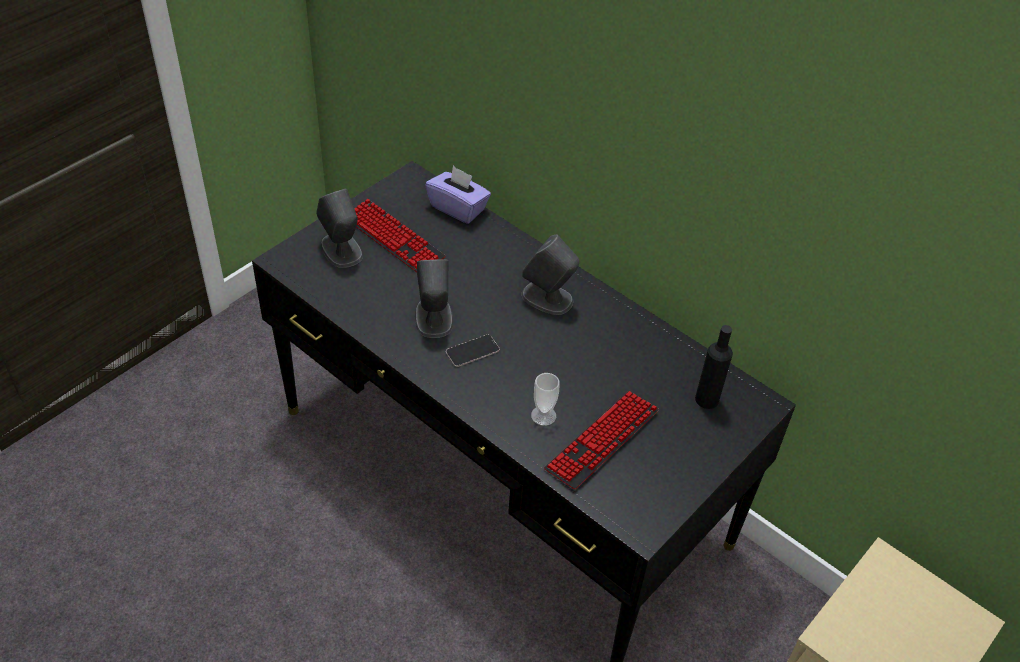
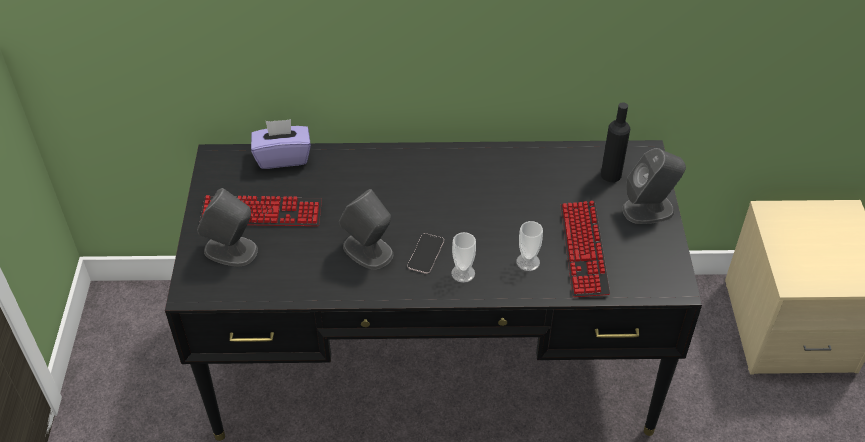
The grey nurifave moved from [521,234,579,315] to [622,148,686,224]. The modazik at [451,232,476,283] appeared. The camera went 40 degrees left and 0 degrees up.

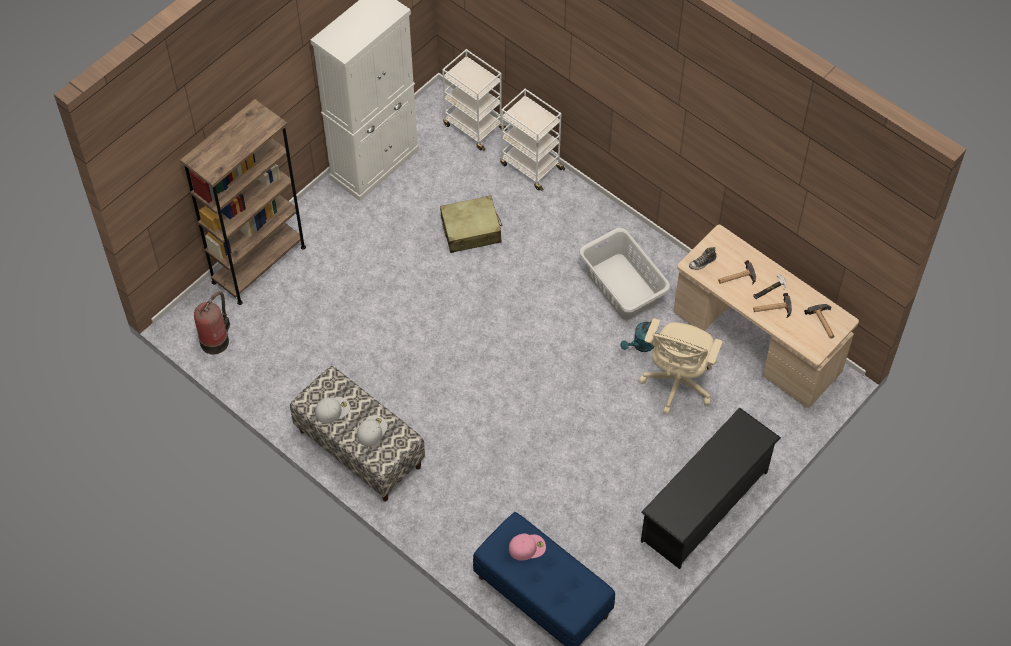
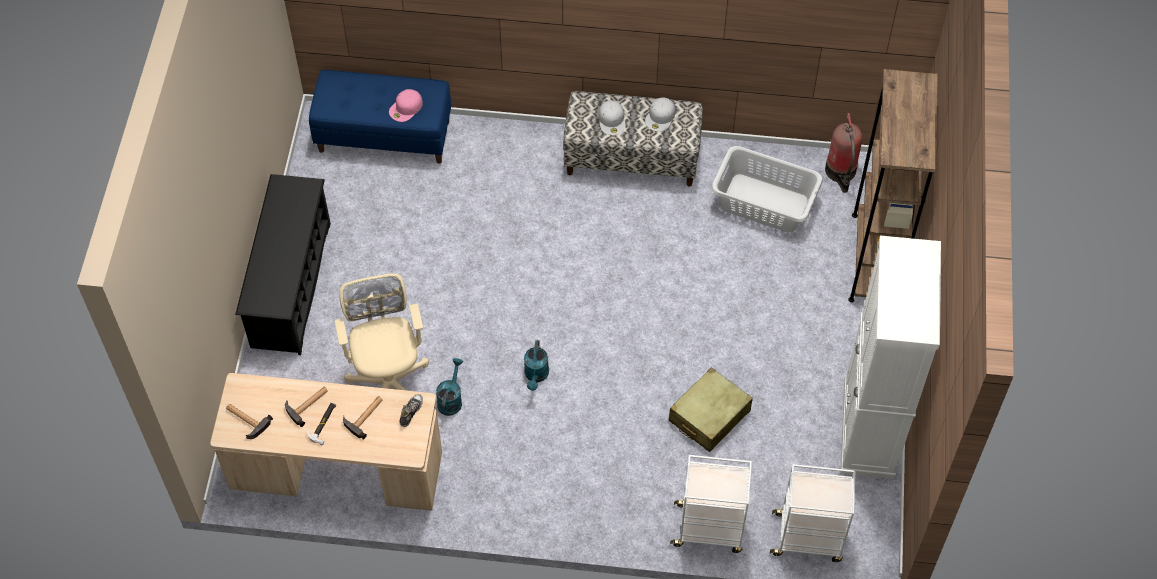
The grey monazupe moved from [579,228,671,319] to [711,146,823,233]. The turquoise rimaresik at [524,340,549,391] appeared. The camera went 145 degrees right and 0 degrees up.

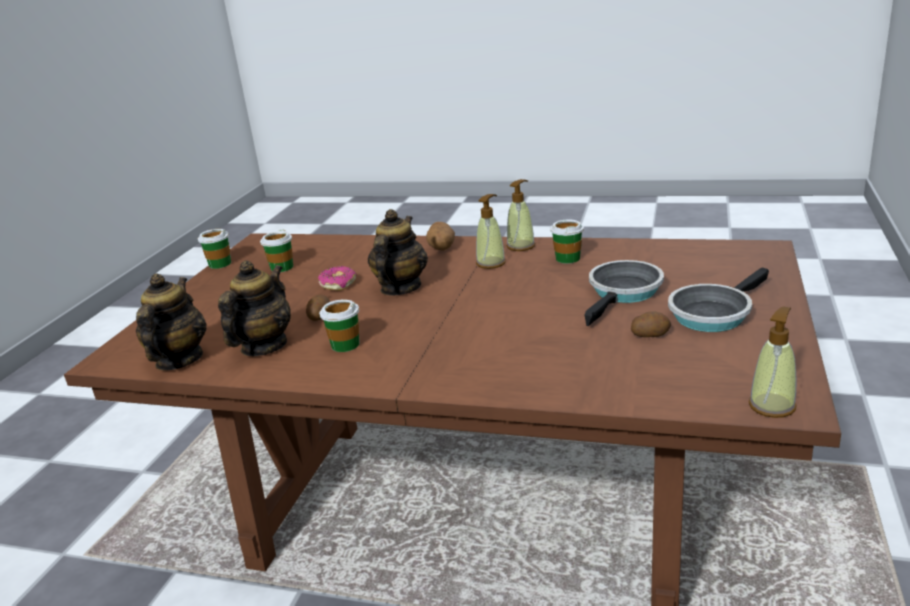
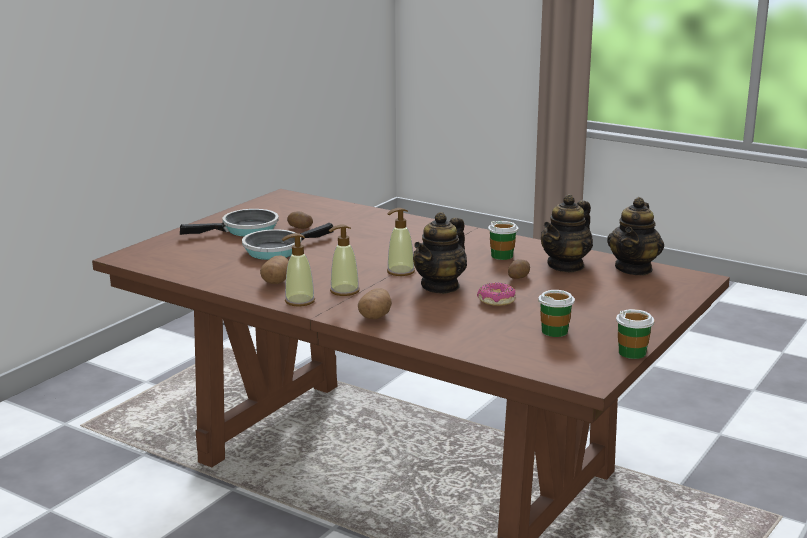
The modazik at [550,219,584,263] was replaced by the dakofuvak at [260,256,288,284]. The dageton moved from [749,307,797,418] to [387,208,415,276]. The camera went 165 degrees left and 5 degrees down.

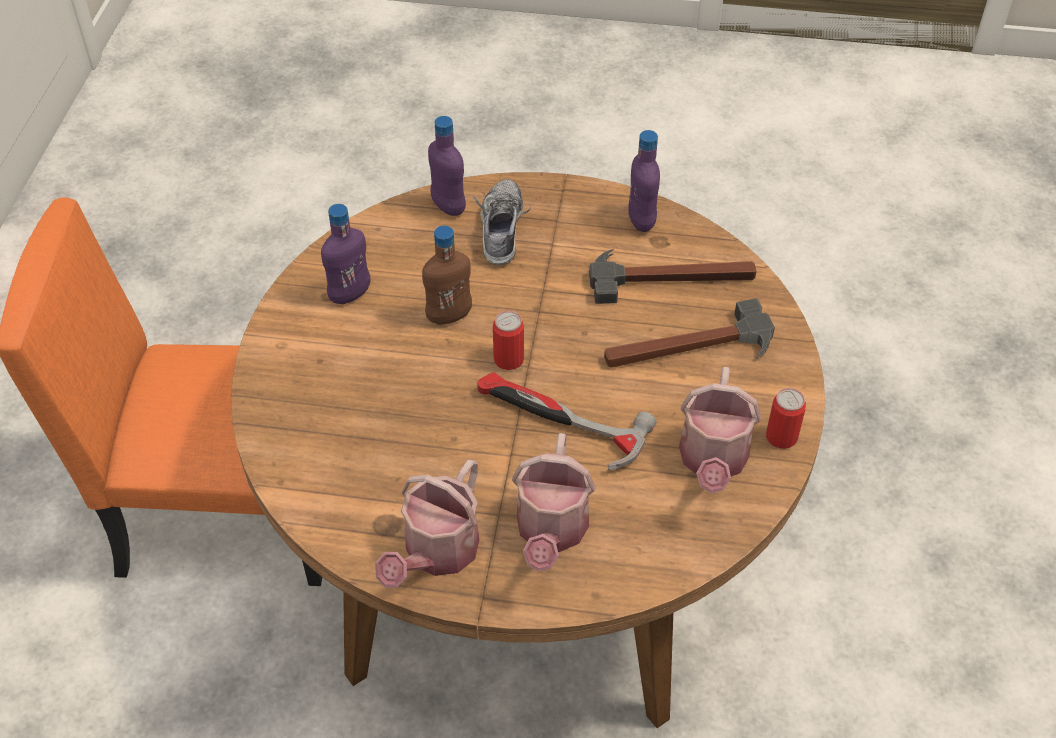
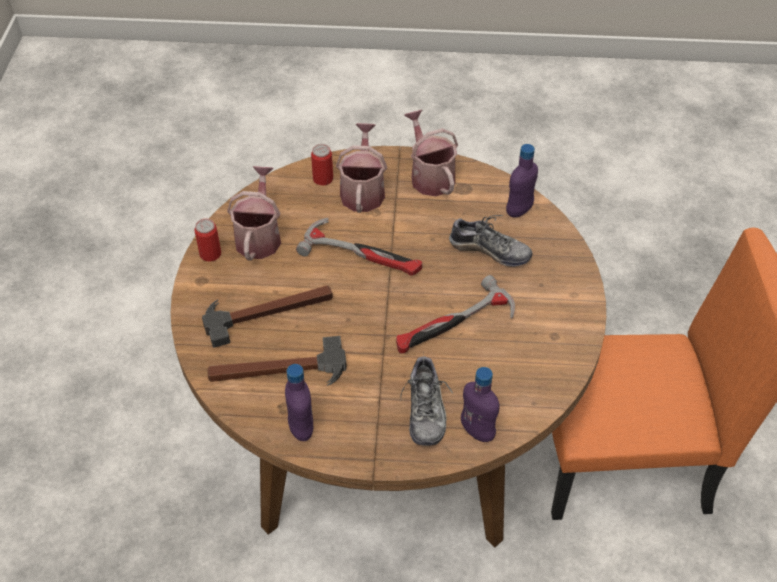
The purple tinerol moved from [321,204,370,304] to [506,144,538,218]. The rimaresik at [375,459,480,588] turned 45 degrees counterclockwise. The brown tinerol at [422,226,472,325] was replaced by the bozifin at [396,275,515,353]. The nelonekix moved from [493,311,524,370] to [311,144,333,186]. The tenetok at [449,215,532,267] appeared. The camera went 175 degrees right and 0 degrees up.

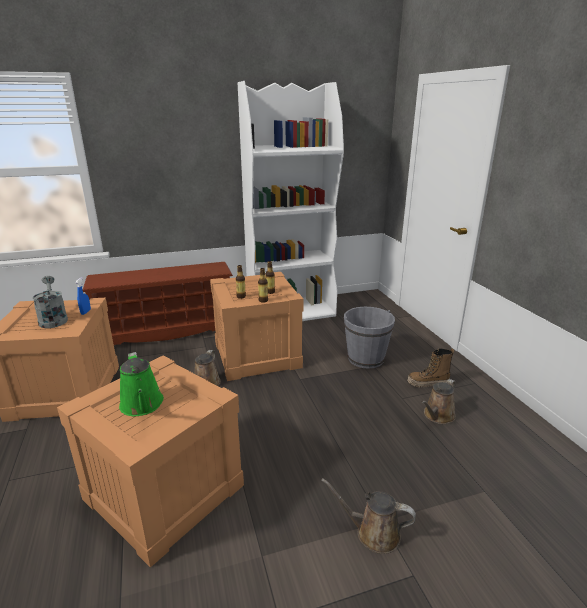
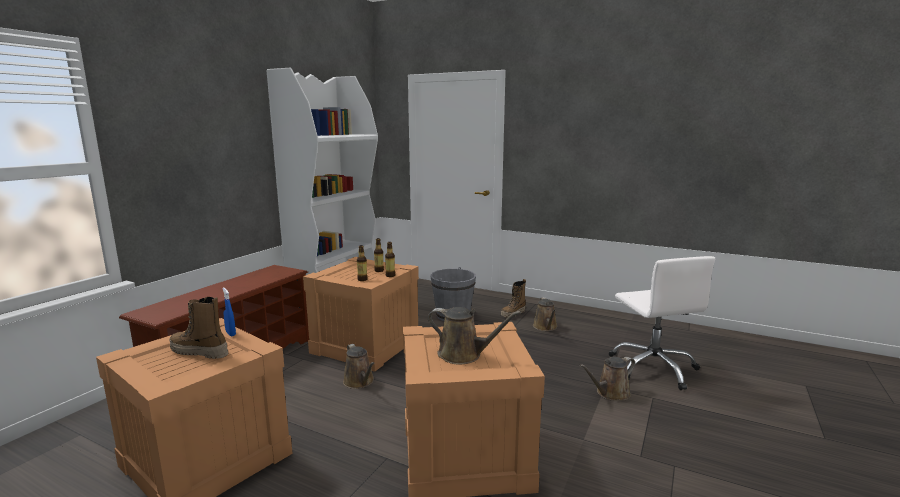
The grey rimaresik at [32,276,68,328] was replaced by the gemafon at [169,297,228,359]. The green rimaresik at [119,352,164,416] became the brown rimaresik at [428,307,521,365]. The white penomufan at [609,256,715,390] appeared. The camera went 45 degrees left and 10 degrees down.

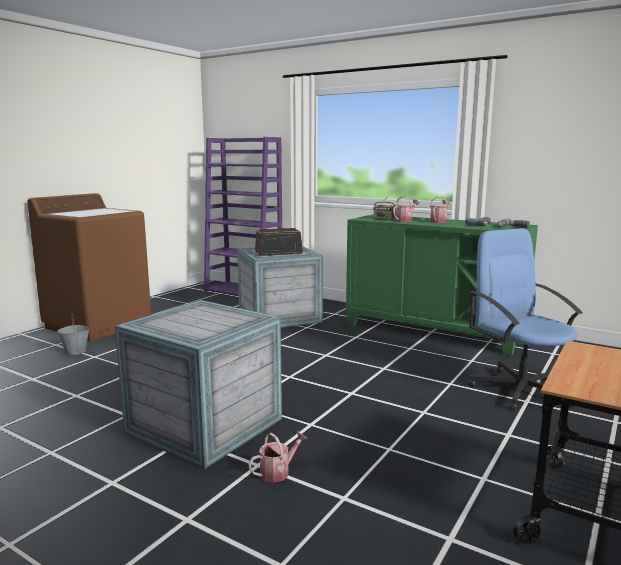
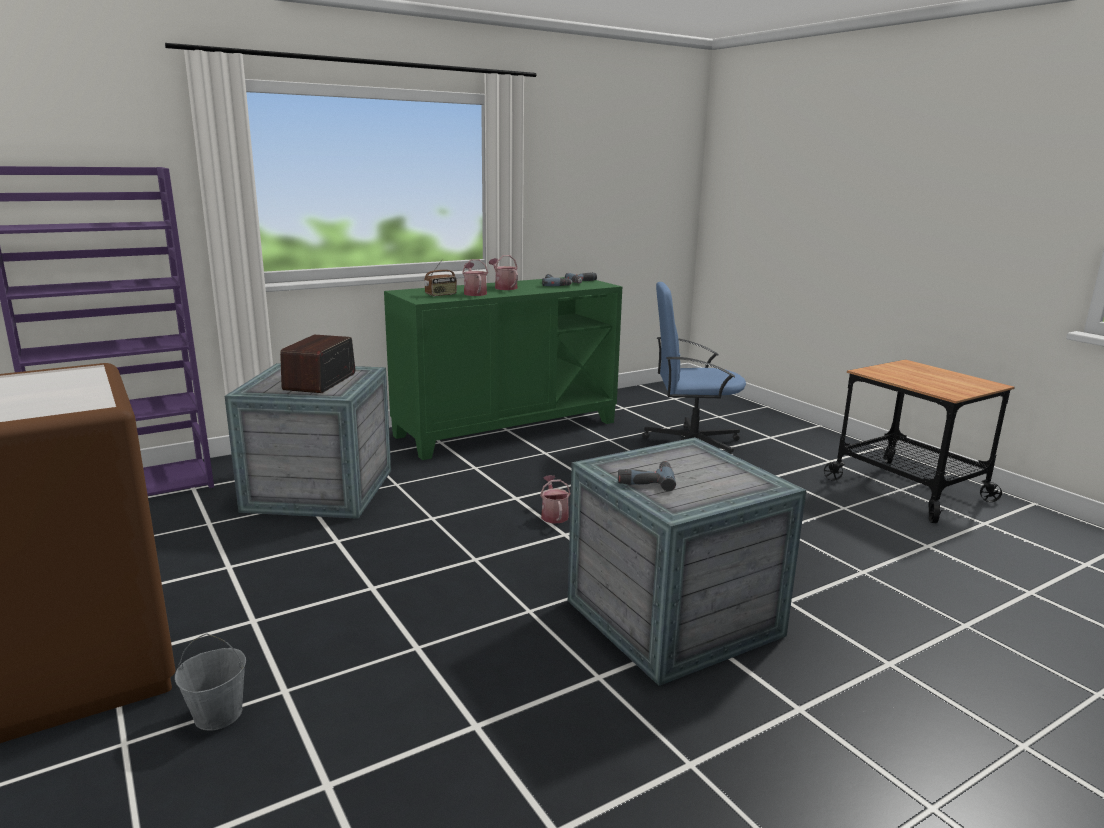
The rimaresik moved from [248,431,308,483] to [540,475,571,524]. The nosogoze at [618,461,676,491] appeared. The camera went 65 degrees left and 5 degrees up.

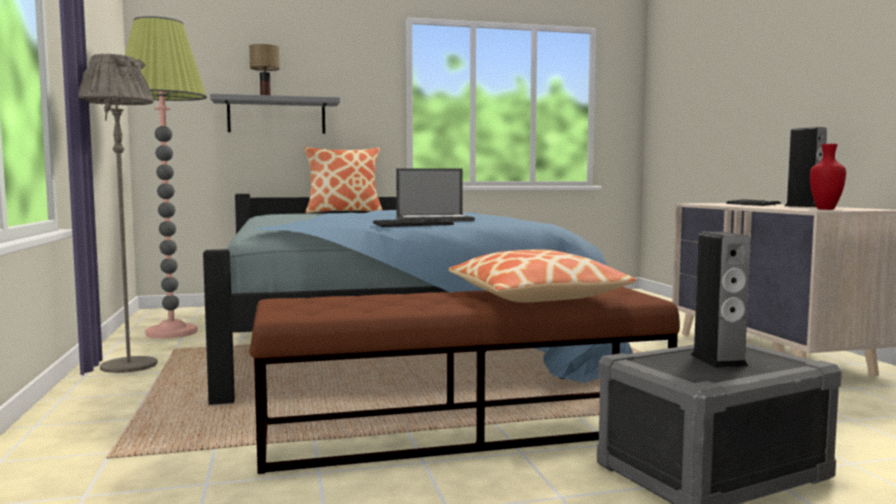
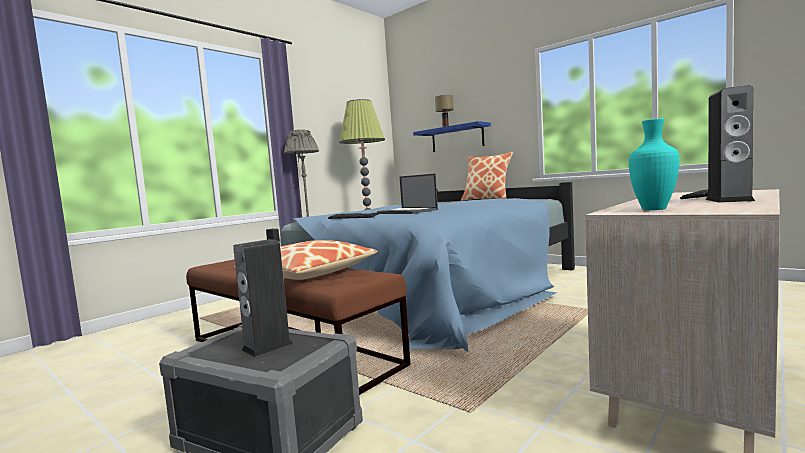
The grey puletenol at [210,94,340,134] became the blue puletenol at [413,121,491,152]. The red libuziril at [810,144,846,210] became the turquoise libuziril at [629,118,680,210]. The camera went 55 degrees right and 0 degrees up.

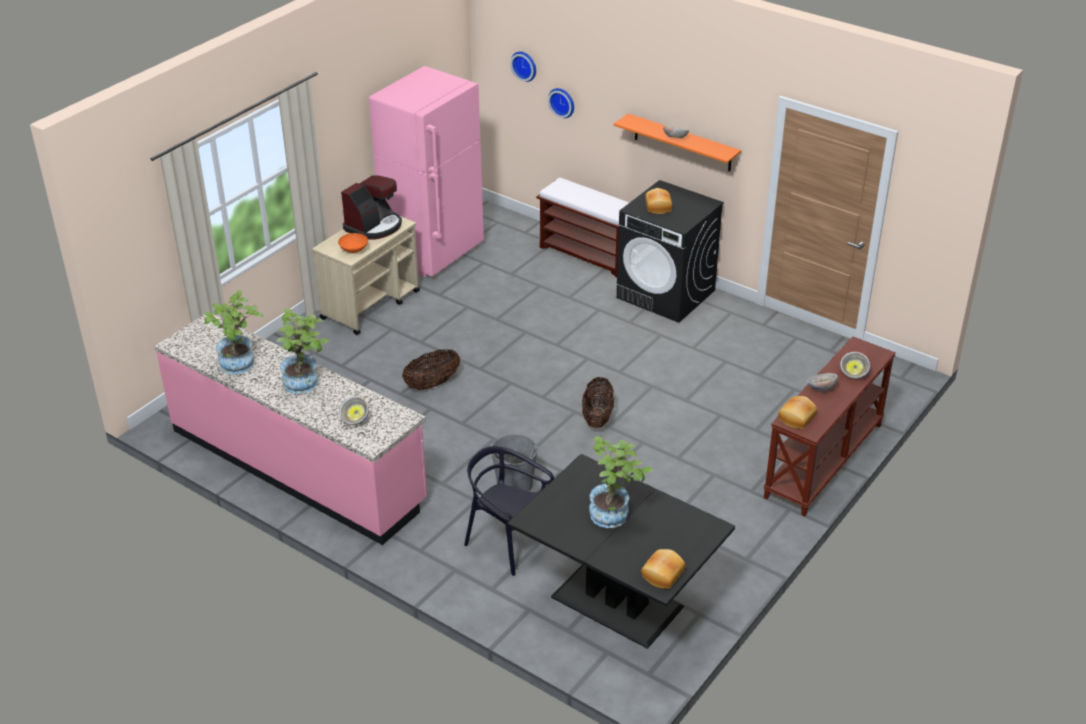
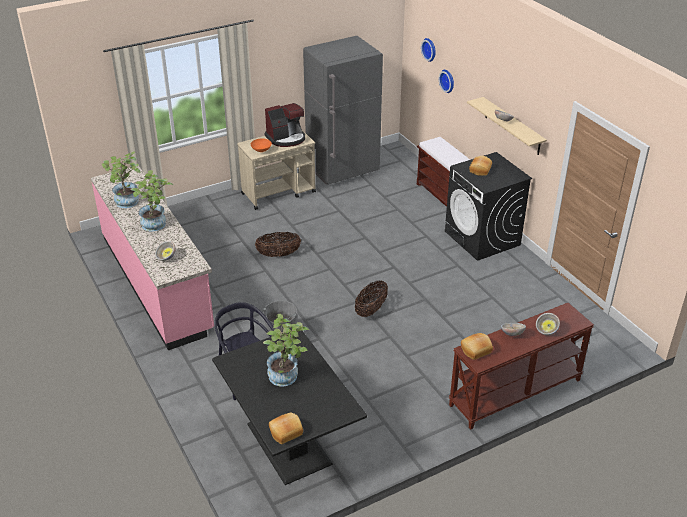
The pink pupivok at [369,66,484,278] became the grey pupivok at [303,36,383,185]. The orange puletenol at [614,114,741,171] became the beige puletenol at [467,97,547,155]. The camera went 25 degrees right and 0 degrees up.

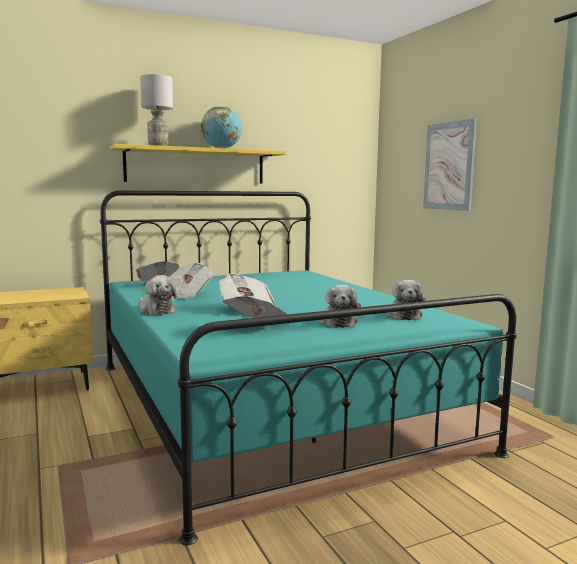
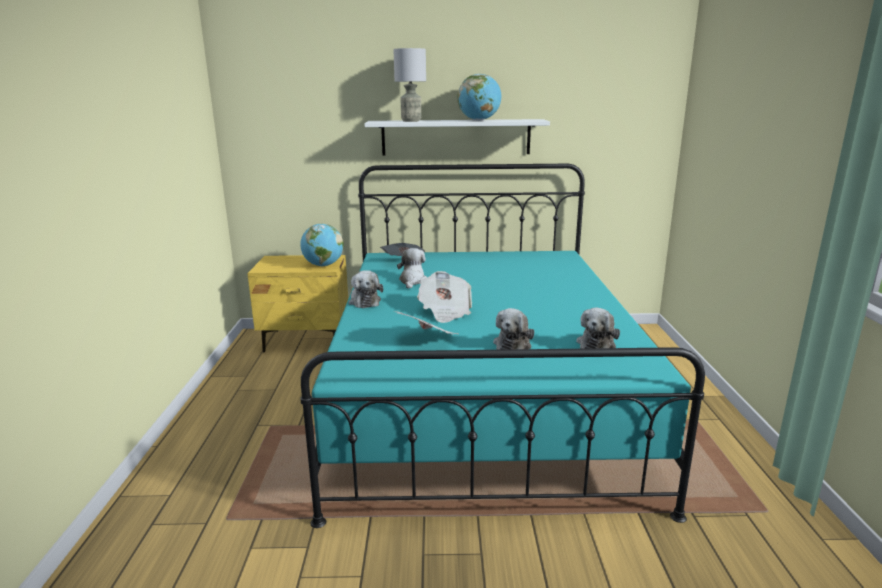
The yellow puletenol at [109,144,286,184] became the white puletenol at [365,119,550,156]. The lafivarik at [170,263,214,300] was replaced by the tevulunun at [397,248,427,289]. The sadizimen at [423,118,477,211] disappeared. The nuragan at [300,224,344,266] appeared. The camera went 25 degrees right and 10 degrees up.

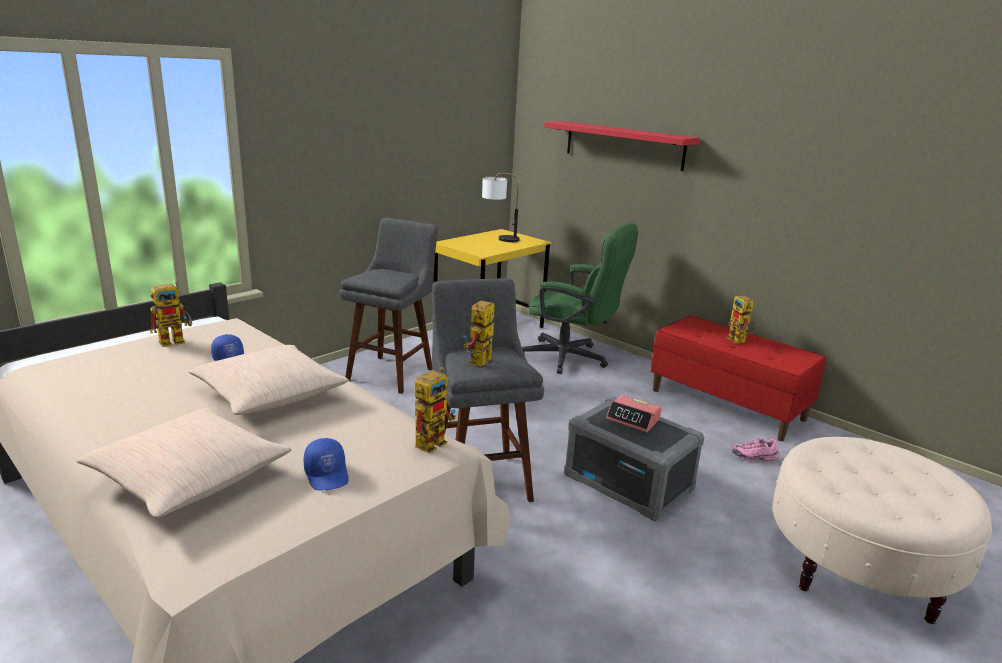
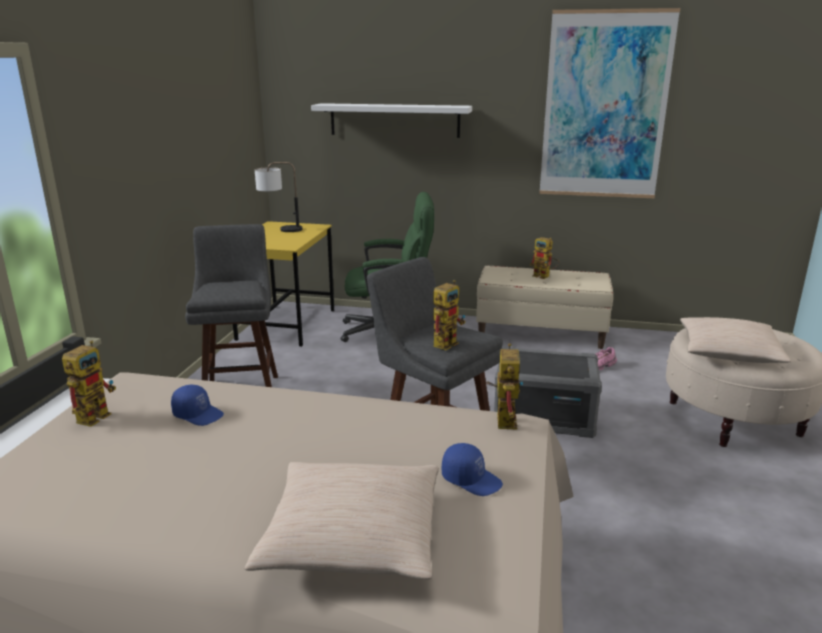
The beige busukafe moved from [189,345,349,415] to [680,317,791,363]. The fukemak at [463,300,495,366] turned 135 degrees counterclockwise. The red puletenol at [544,121,700,171] became the white puletenol at [311,103,472,138]. The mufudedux at [606,395,661,432] disappeared. The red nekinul at [650,316,826,441] became the beige nekinul at [476,266,613,349]. The sadizimen at [539,8,680,198] appeared. The camera went 30 degrees left and 0 degrees up.

